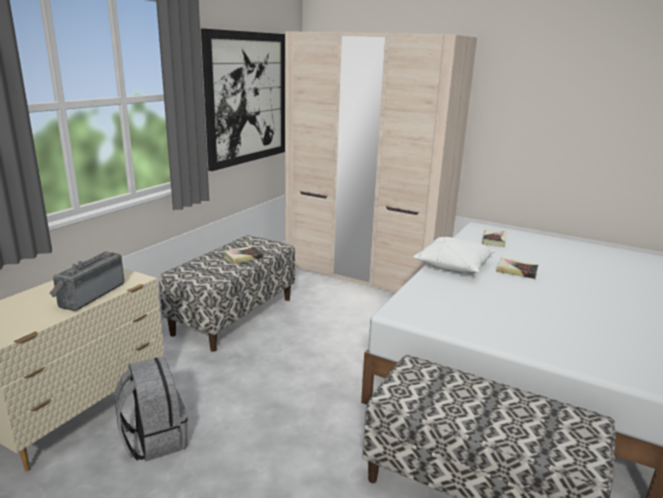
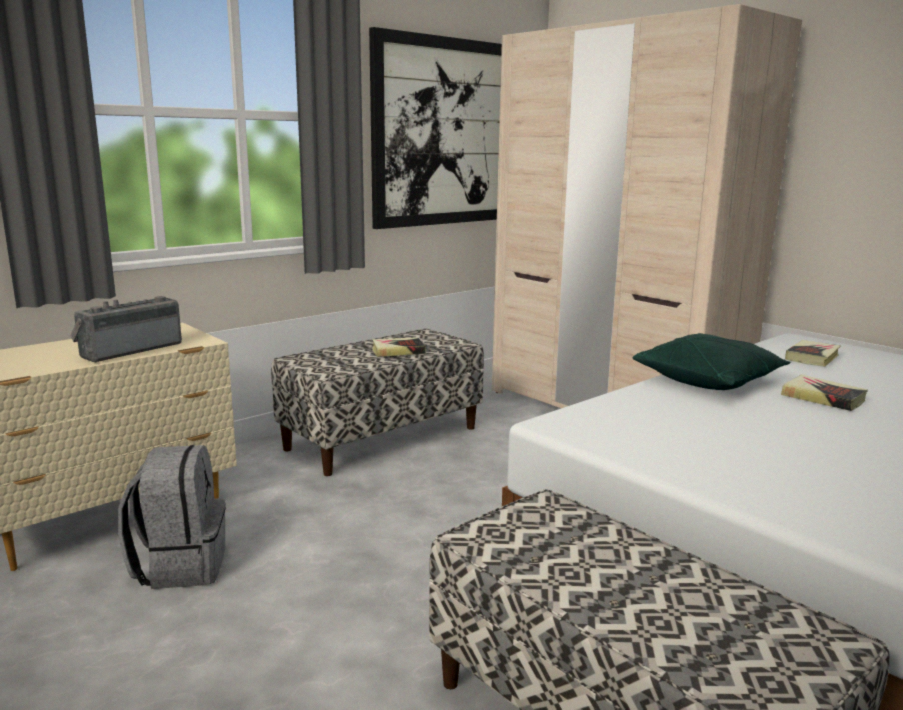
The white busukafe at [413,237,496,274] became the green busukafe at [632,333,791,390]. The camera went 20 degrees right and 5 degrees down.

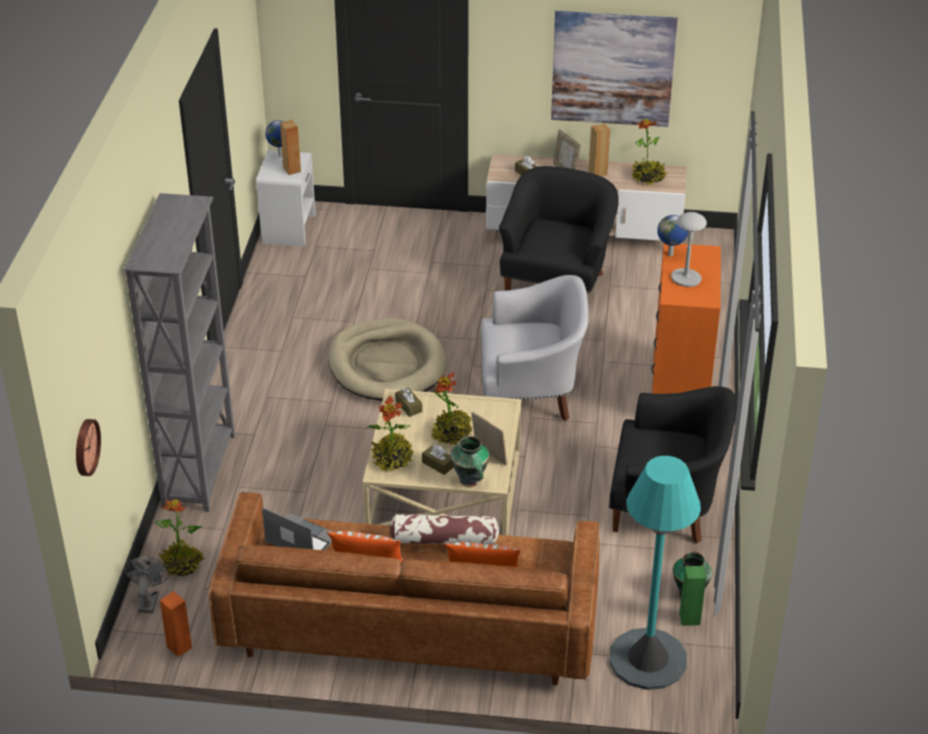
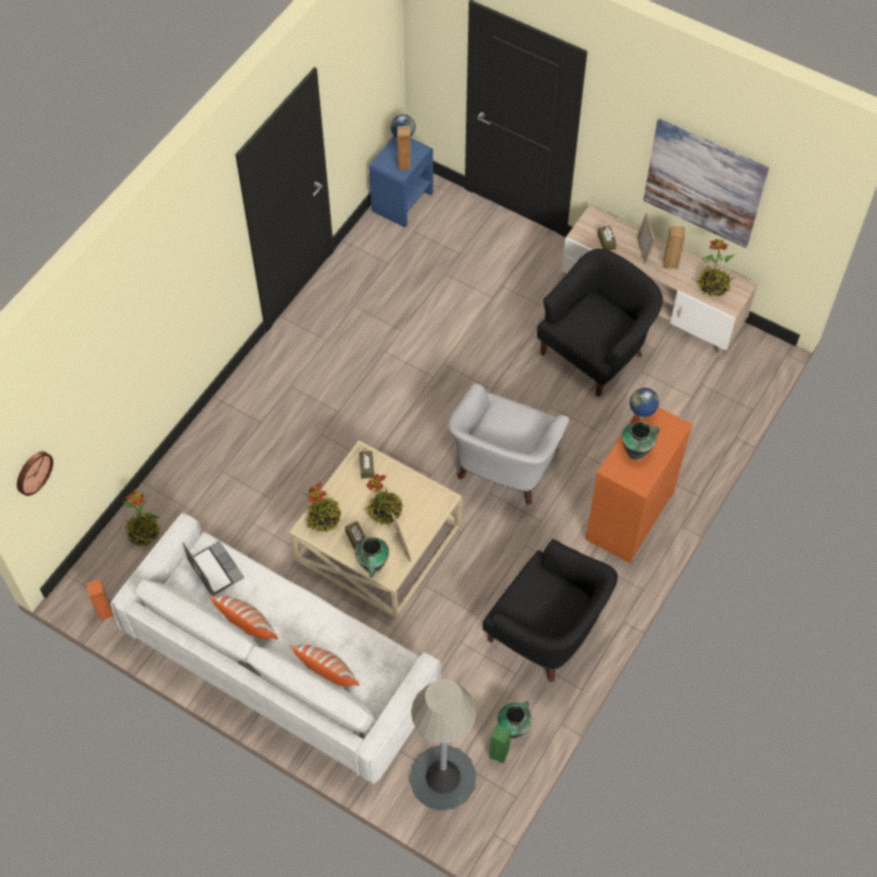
The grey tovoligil at [124,193,235,512] disappeared. The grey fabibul at [124,556,169,613] disappeared. The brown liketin at [209,492,599,686] became the white liketin at [111,513,441,784]. The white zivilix at [256,150,316,246] became the blue zivilix at [369,136,433,228]. The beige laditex at [328,318,448,401] disappeared. The busukafe at [390,514,499,545] disappeared. The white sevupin at [480,275,589,421] turned 90 degrees clockwise. The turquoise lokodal at [609,456,701,690] became the grey lokodal at [410,679,476,811]. The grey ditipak at [671,212,707,287] was replaced by the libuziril at [622,421,660,460]. The camera went 25 degrees right and 20 degrees up.

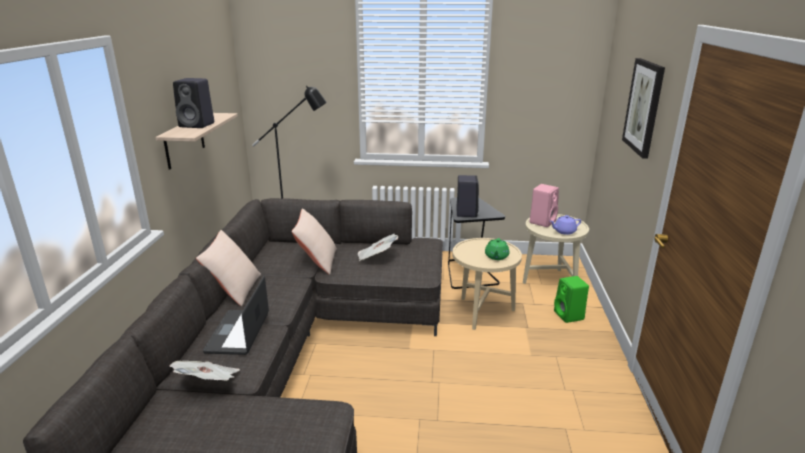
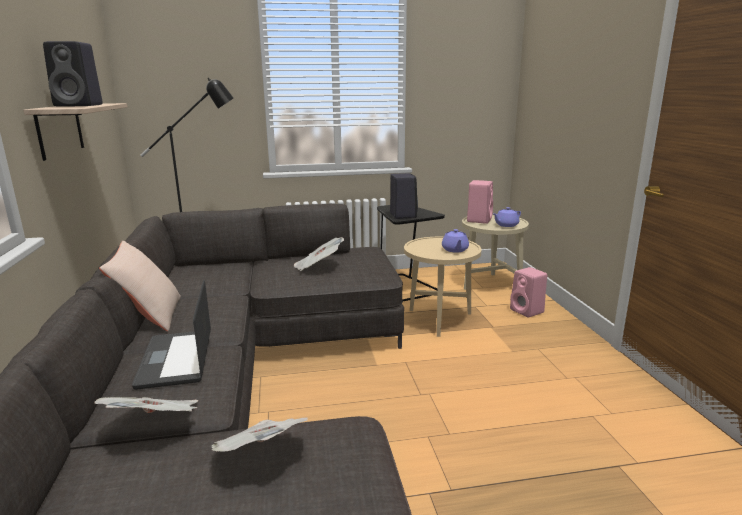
The beige busukafe at [291,208,337,275] disappeared. The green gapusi at [485,238,509,260] became the purple gapusi at [442,229,469,252]. The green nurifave at [554,276,589,323] became the pink nurifave at [510,267,547,318]. The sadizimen at [622,58,665,159] disappeared. The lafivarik at [212,417,308,452] appeared. The camera went 15 degrees left and 5 degrees down.

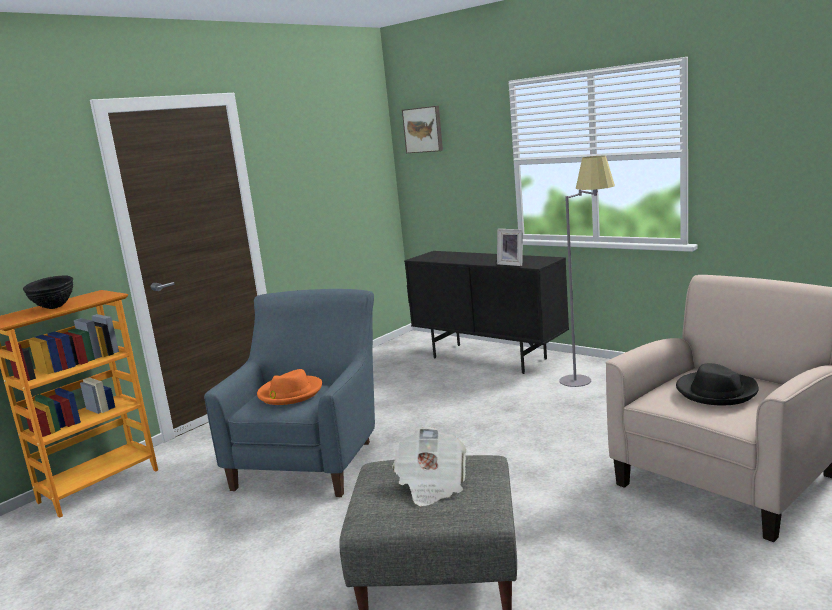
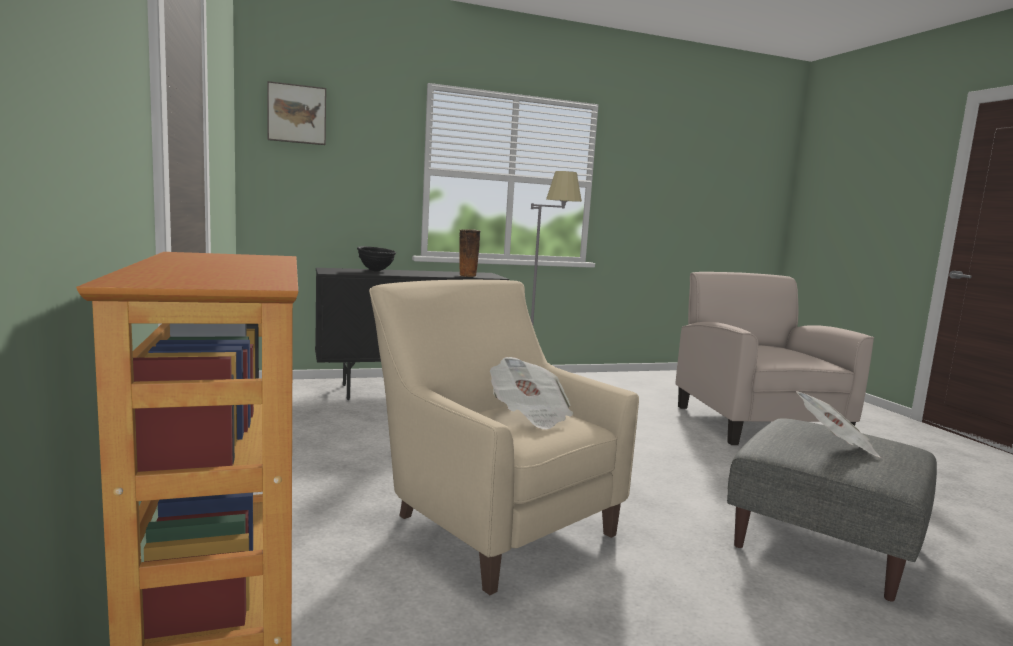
The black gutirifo moved from [23,275,73,309] to [357,246,396,271]. The blue sevupin at [204,289,375,497] became the beige sevupin at [369,280,639,595]. The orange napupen at [257,369,322,405] was replaced by the lafivarik at [490,357,573,430]. The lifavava at [497,229,523,266] was replaced by the libuziril at [459,229,480,277]. The black napupen at [676,363,759,405] disappeared. The camera went 60 degrees left and 5 degrees down.

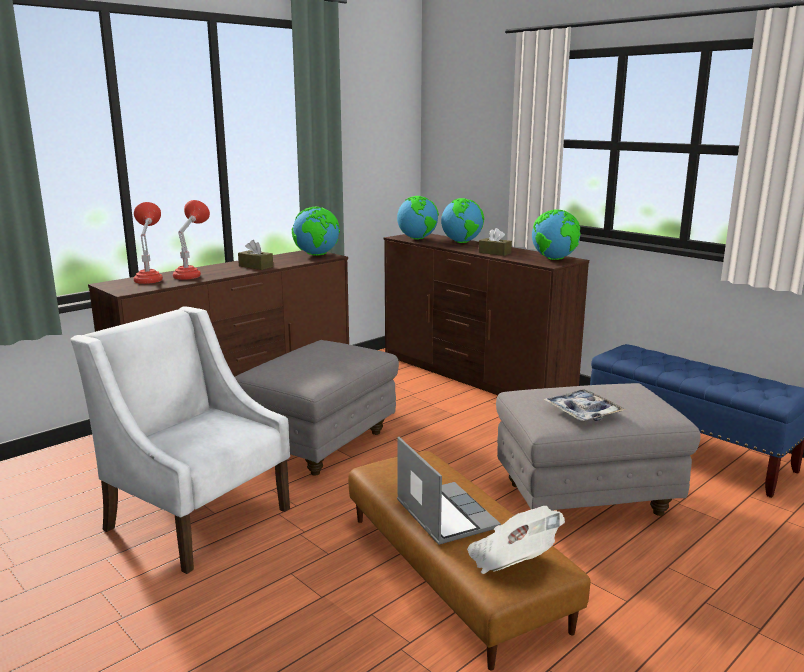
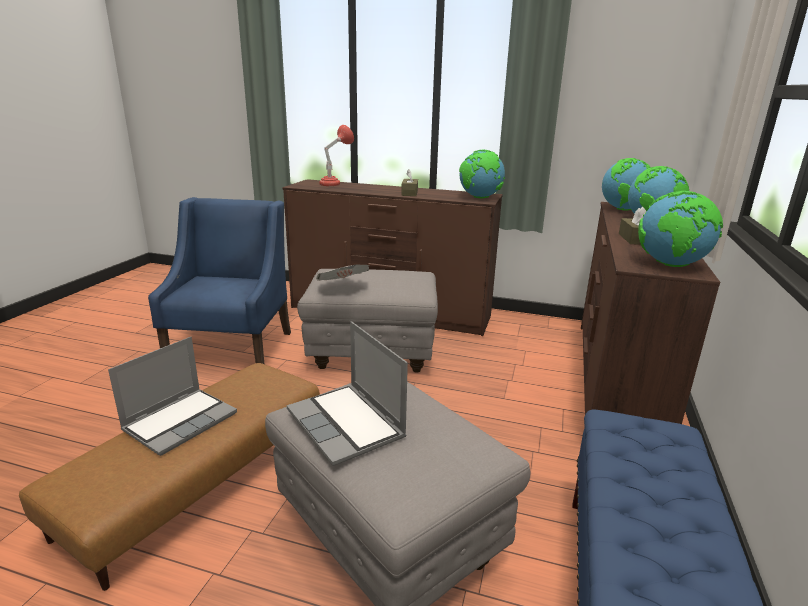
The white sevupin at [71,306,290,574] became the blue sevupin at [148,197,291,364]. The red ditipak at [173,200,210,280] disappeared. The lafivarik moved from [467,506,565,574] to [316,264,369,281]. The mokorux at [543,389,627,421] was replaced by the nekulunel at [287,321,408,466]. The camera went 60 degrees right and 5 degrees up.

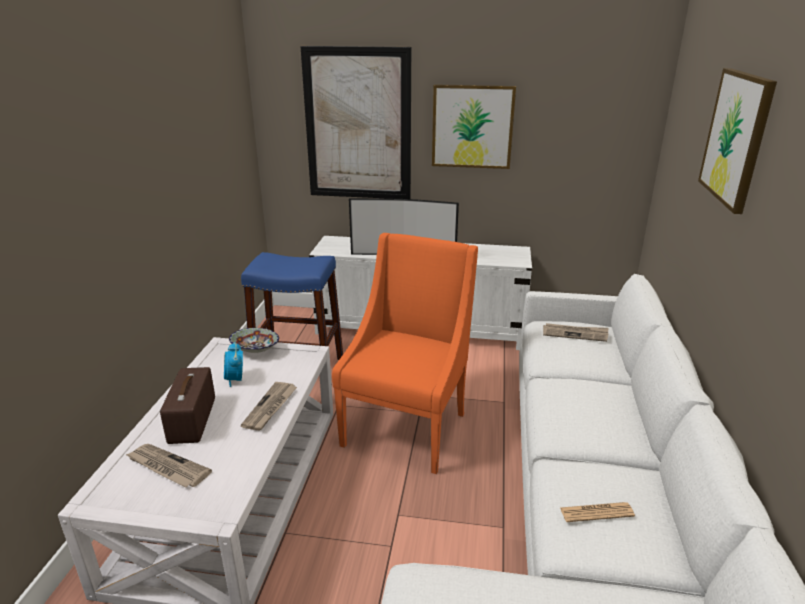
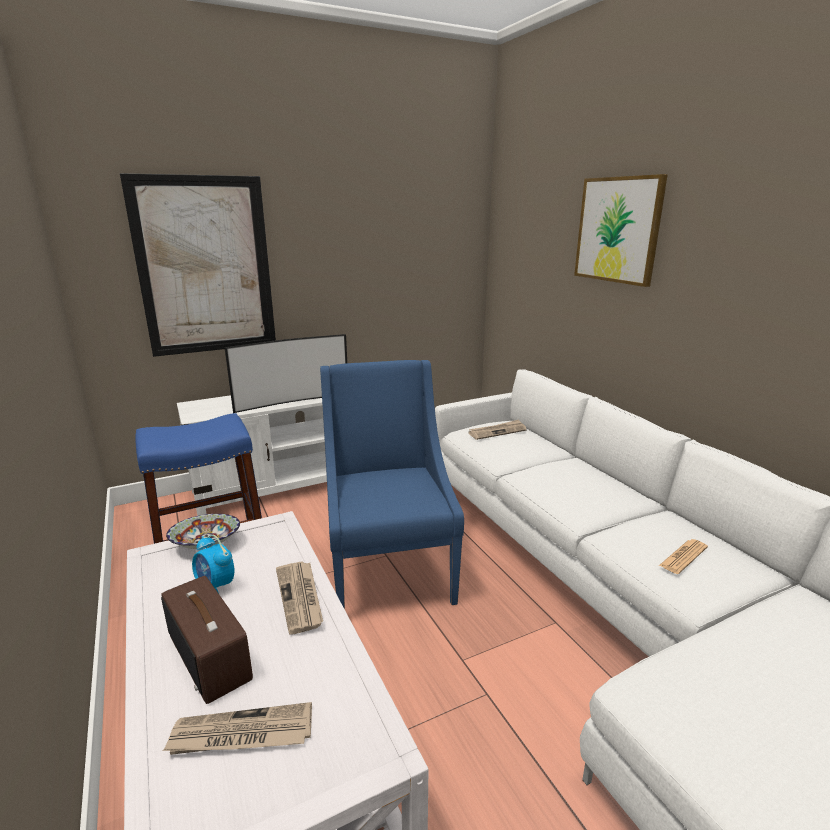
The orange sevupin at [332,233,478,474] became the blue sevupin at [320,360,464,609]. The sadizimen at [432,84,516,169] disappeared. The camera went 35 degrees left and 5 degrees down.

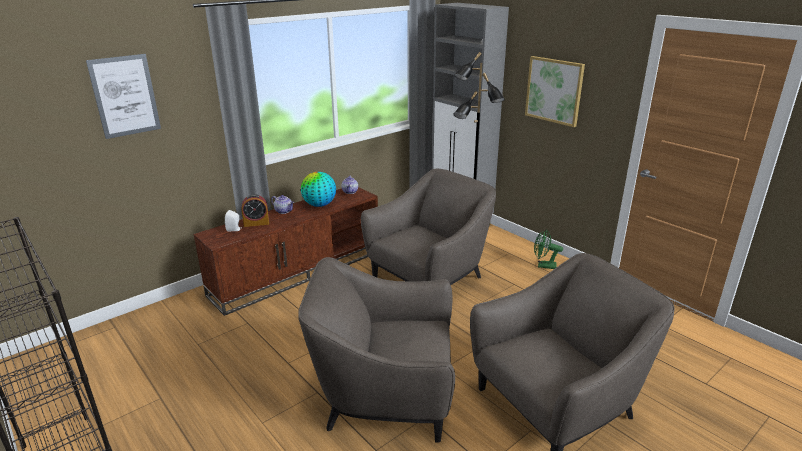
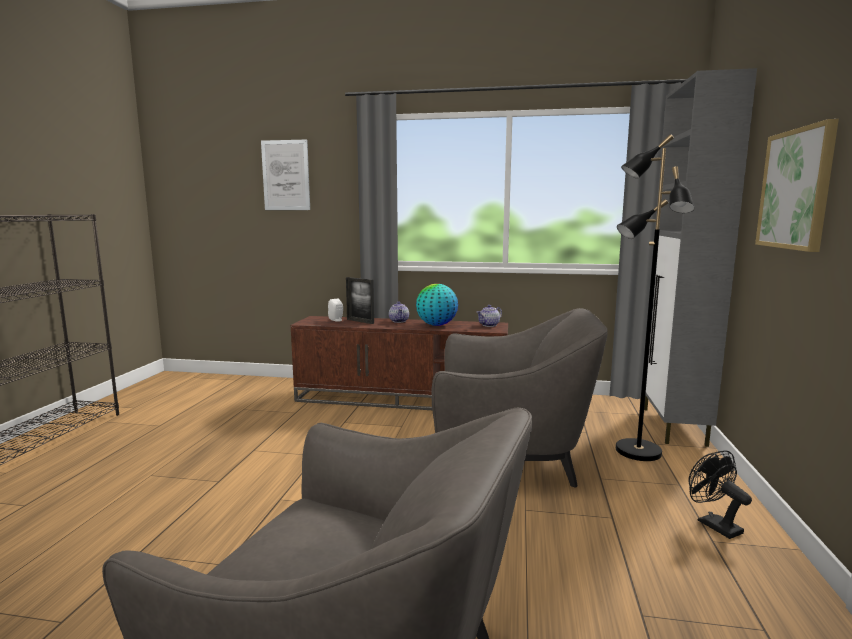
The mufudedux at [241,194,269,227] was replaced by the lifavava at [346,277,374,324]. The grey sevupin at [298,257,455,443] disappeared. The green fabibul at [534,229,563,269] became the black fabibul at [689,450,752,539]. The camera went 50 degrees right and 15 degrees down.

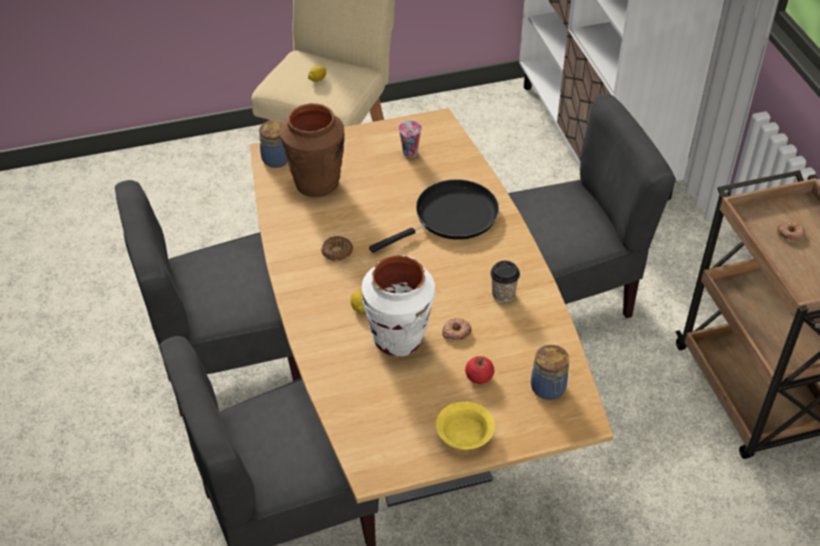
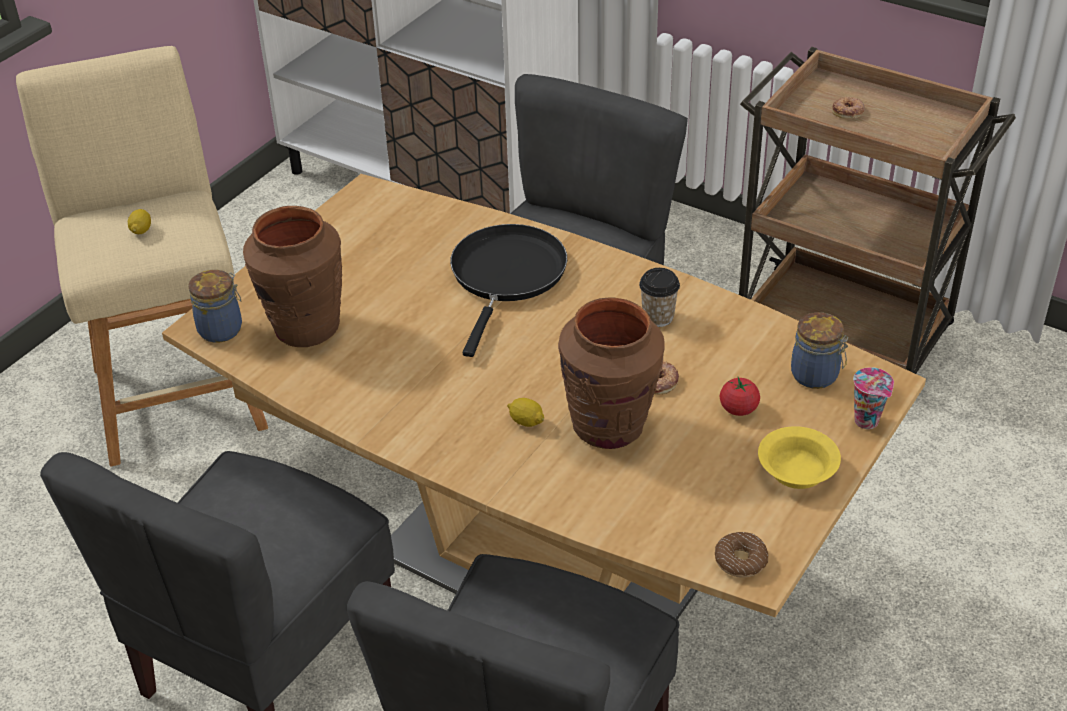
The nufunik moved from [321,236,353,262] to [715,532,769,578]. The white libuziril at [362,255,435,356] became the brown libuziril at [558,298,665,449]. The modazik moved from [398,121,422,158] to [853,367,894,429]. The camera went 40 degrees left and 5 degrees down.

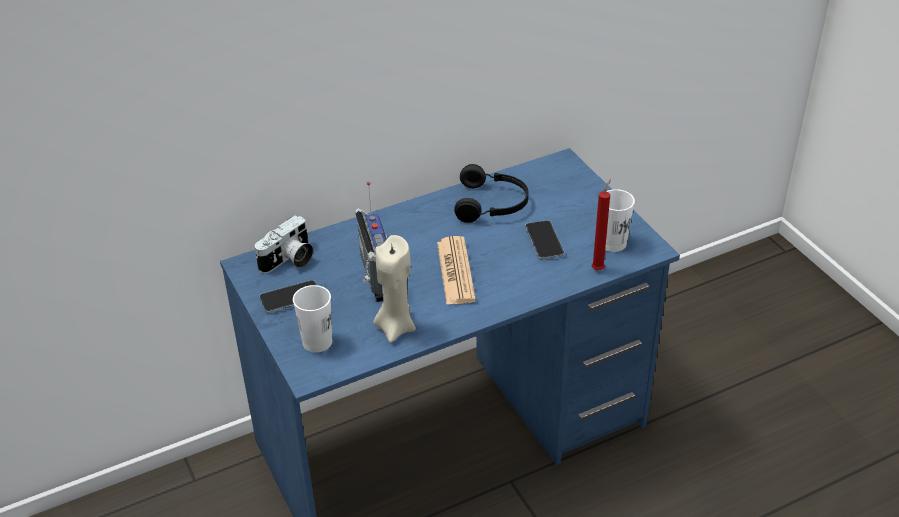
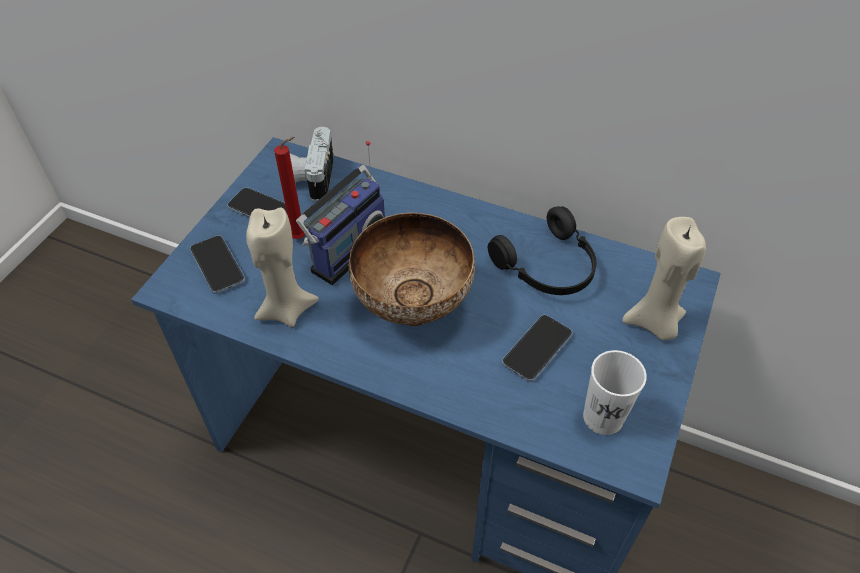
The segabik at [254,215,313,274] turned 90 degrees clockwise. The white modazik at [293,285,332,353] was replaced by the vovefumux at [190,235,245,294]. The lafivarik at [437,236,476,305] was replaced by the gutirifo at [349,213,475,326]. The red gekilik moved from [591,179,611,270] to [274,137,305,239]. The beige gekilik at [622,217,706,340] appeared. The camera went 50 degrees right and 10 degrees up.

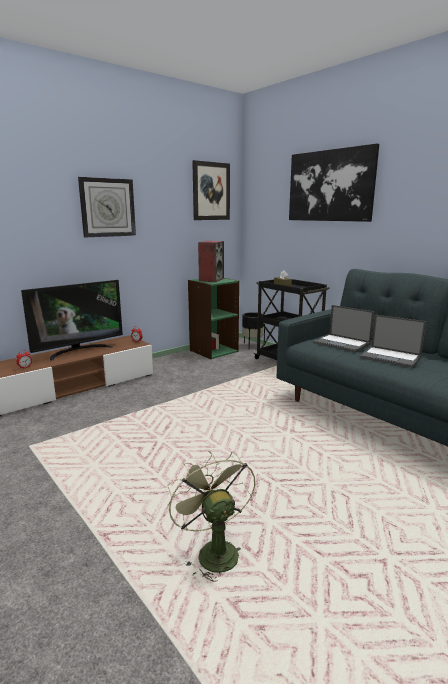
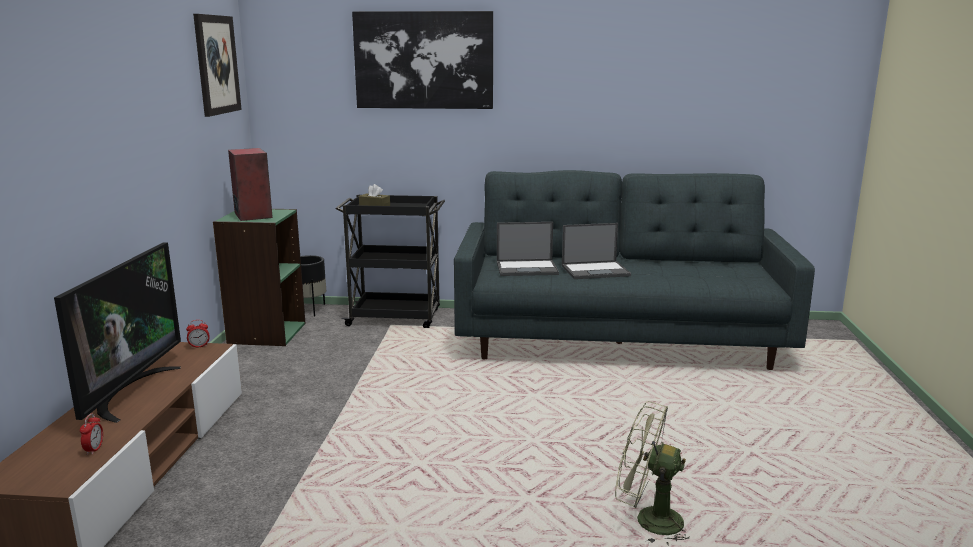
The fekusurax at [78,177,136,238] disappeared. The camera went 45 degrees left and 0 degrees up.

